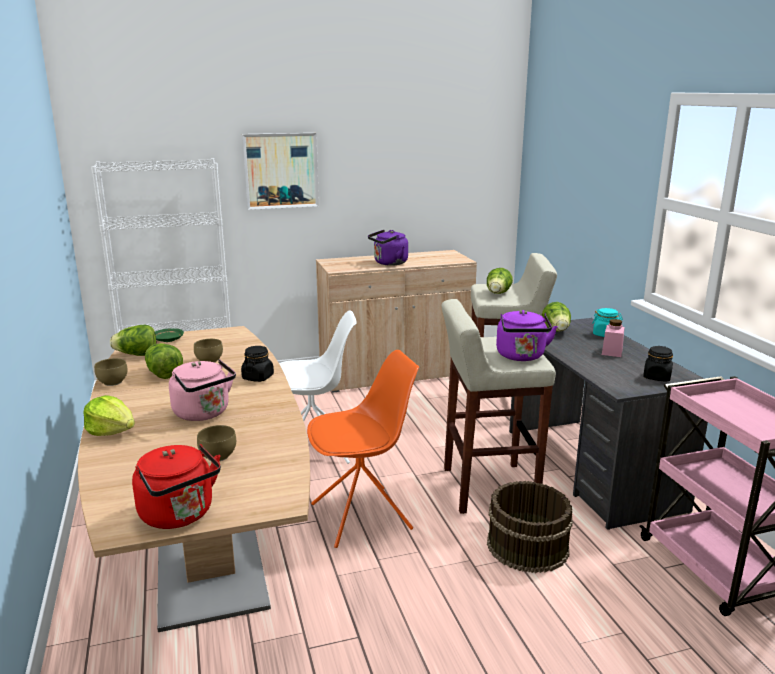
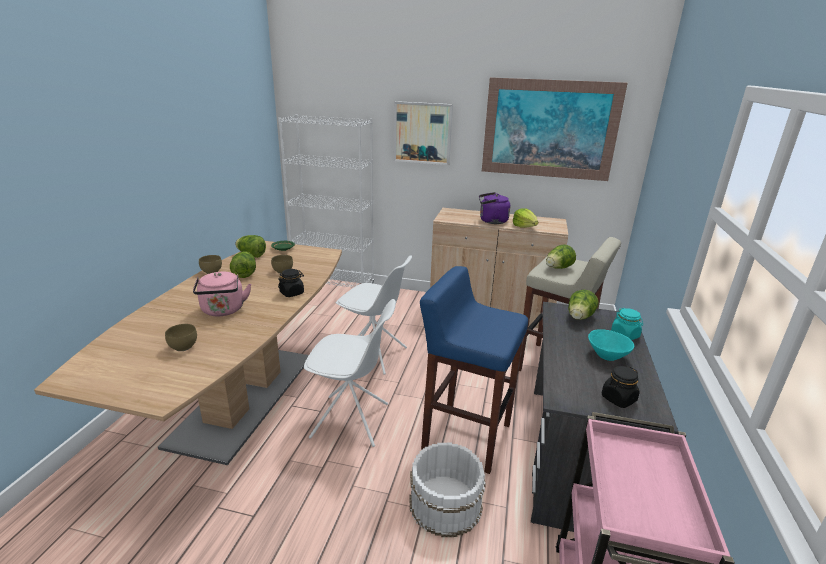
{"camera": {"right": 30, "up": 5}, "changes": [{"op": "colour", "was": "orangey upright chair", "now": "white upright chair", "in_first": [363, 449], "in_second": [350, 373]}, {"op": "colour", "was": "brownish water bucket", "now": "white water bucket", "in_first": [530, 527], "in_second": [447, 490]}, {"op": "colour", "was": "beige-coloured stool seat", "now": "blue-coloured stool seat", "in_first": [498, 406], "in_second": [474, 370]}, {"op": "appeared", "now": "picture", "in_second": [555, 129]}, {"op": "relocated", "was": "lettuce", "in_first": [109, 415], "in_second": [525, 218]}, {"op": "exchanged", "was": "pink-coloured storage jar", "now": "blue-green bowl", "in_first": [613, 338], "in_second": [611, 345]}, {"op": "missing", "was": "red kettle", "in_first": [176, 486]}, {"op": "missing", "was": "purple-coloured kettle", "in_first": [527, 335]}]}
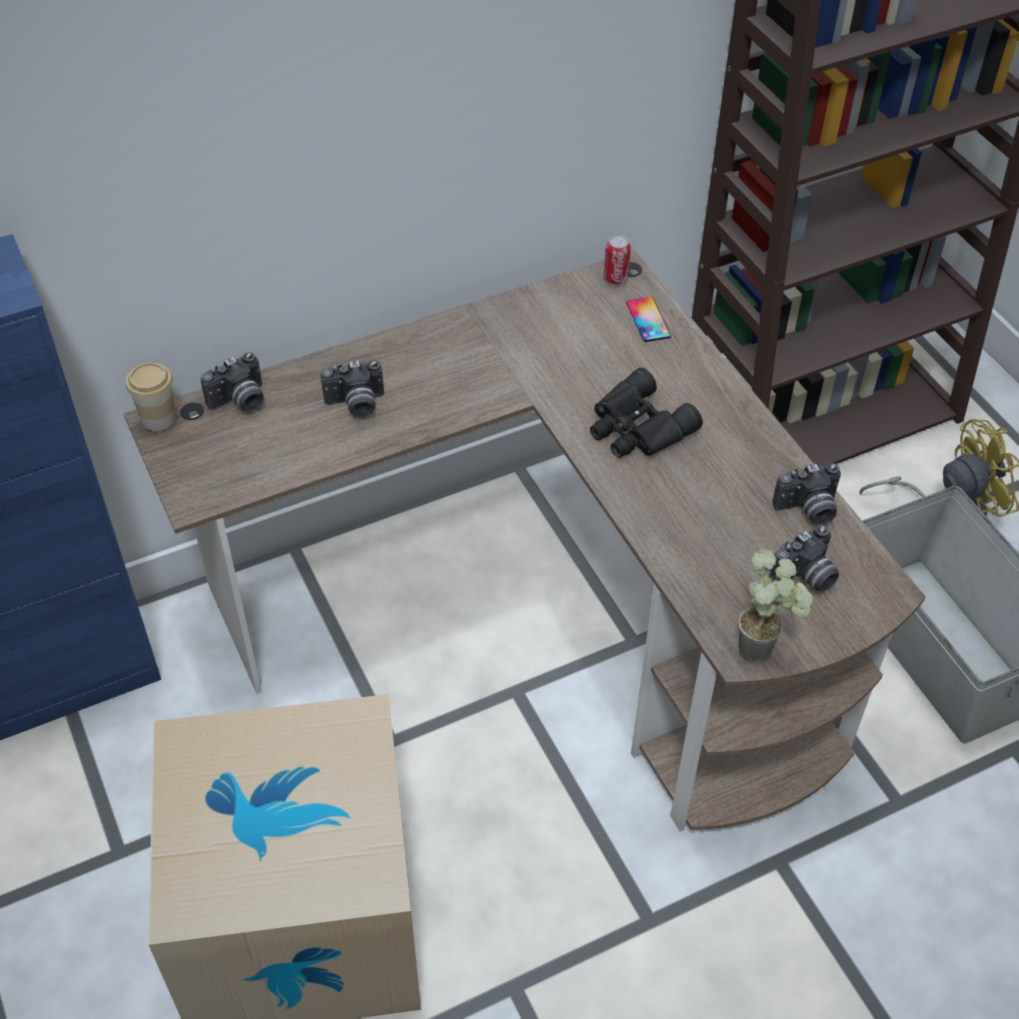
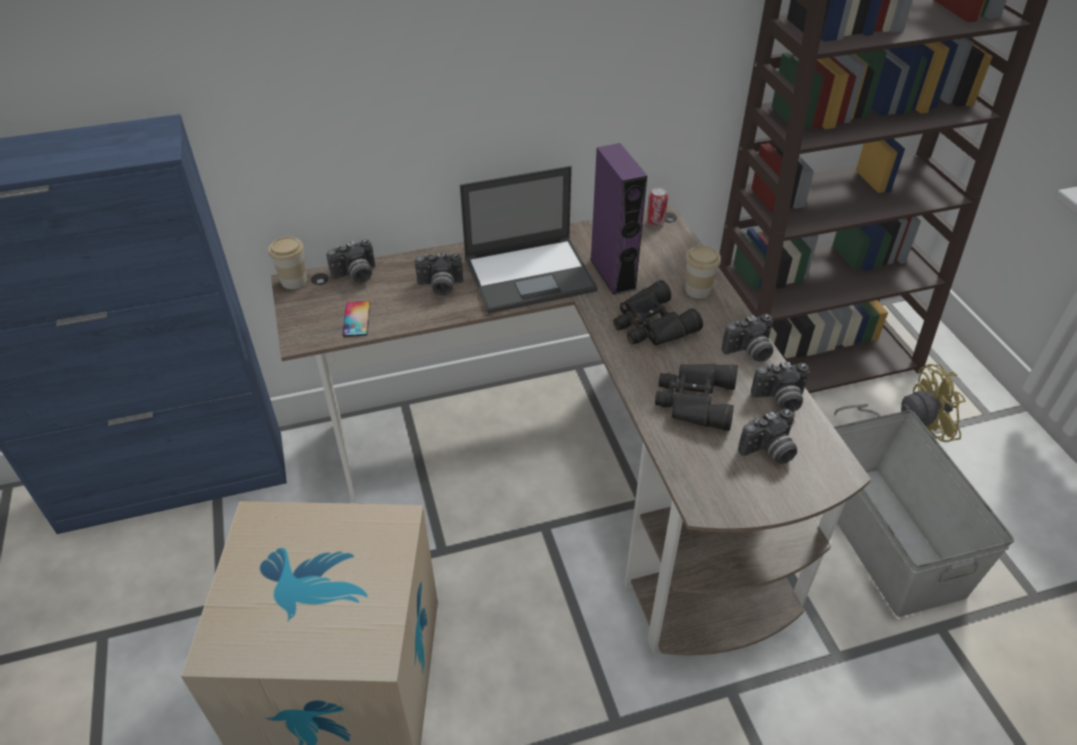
{"camera": {"right": 10, "up": -5}, "changes": [{"op": "relocated", "was": "phone", "in_first": [648, 319], "in_second": [356, 319]}, {"op": "appeared", "now": "portable computer", "in_second": [529, 240]}, {"op": "appeared", "now": "purple-coloured speaker", "in_second": [618, 219]}, {"op": "appeared", "now": "black-coloured binoculars", "in_second": [696, 397]}, {"op": "appeared", "now": "small cup", "in_second": [703, 272]}, {"op": "appeared", "now": "still camera", "in_second": [747, 338]}, {"op": "missing", "was": "potted plant", "in_first": [776, 606]}]}
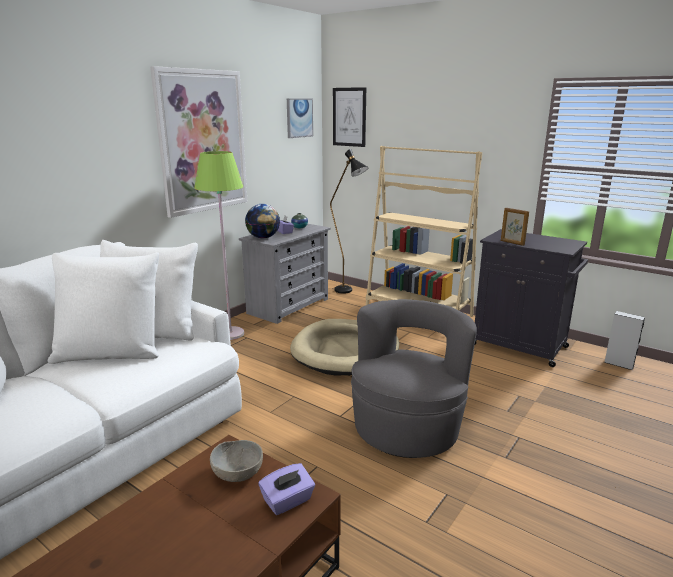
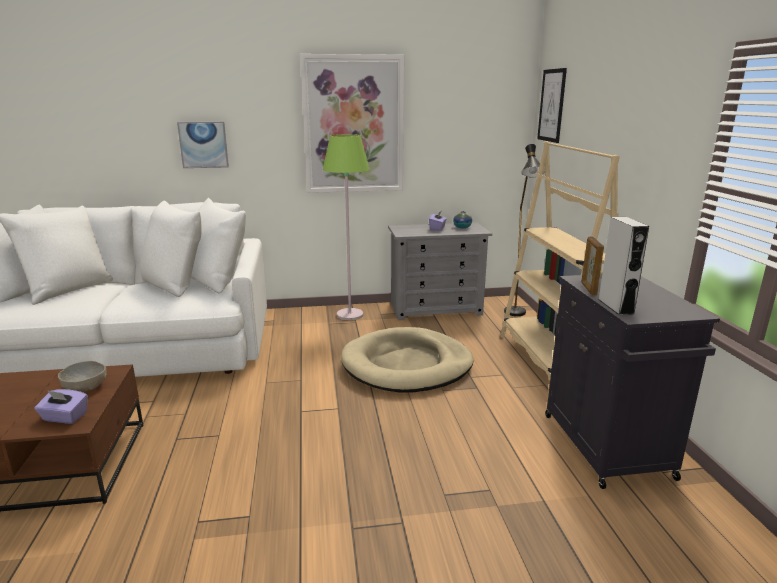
{"camera": {"right": 45, "up": 0}, "changes": [{"op": "relocated", "was": "picture", "in_first": [300, 118], "in_second": [203, 145]}, {"op": "relocated", "was": "gray speaker", "in_first": [624, 340], "in_second": [623, 266]}, {"op": "missing", "was": "globe", "in_first": [262, 221]}, {"op": "missing", "was": "gray lounge chair", "in_first": [414, 378]}]}
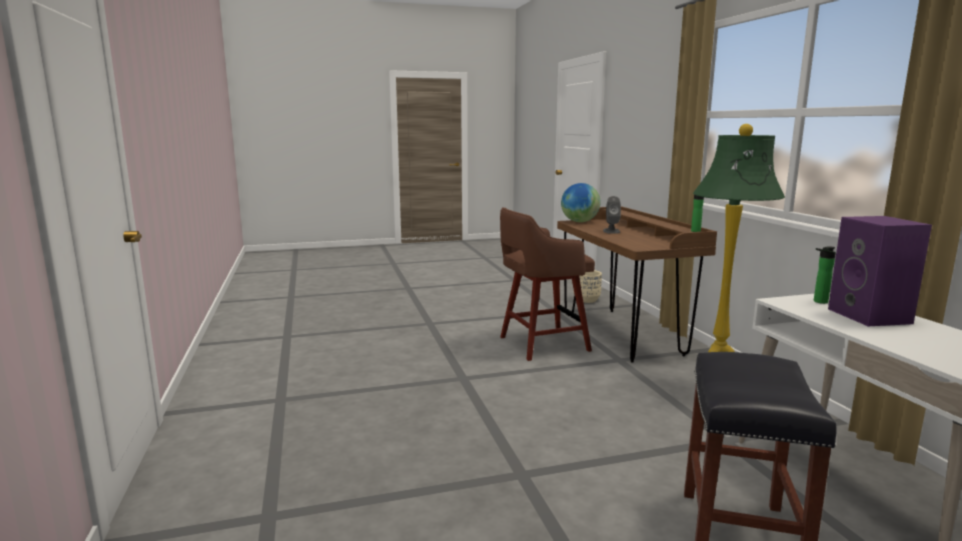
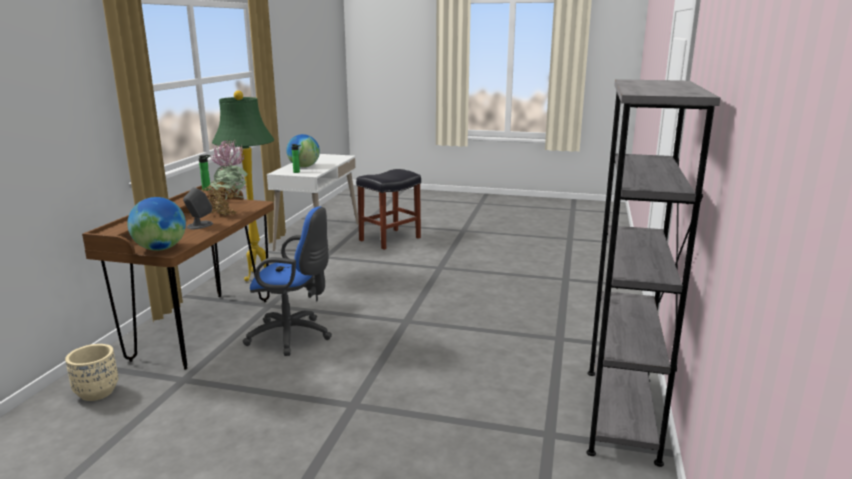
{"camera": {"right": -150, "up": 5}, "changes": [{"op": "appeared", "now": "potted plant", "in_second": [225, 178]}, {"op": "exchanged", "was": "brownish stool seat", "now": "blue-coloured desk chair", "in_first": [547, 284], "in_second": [287, 281]}, {"op": "exchanged", "was": "purple-coloured speaker", "now": "globe", "in_first": [880, 271], "in_second": [303, 150]}, {"op": "appeared", "now": "gray bookshelf", "in_second": [654, 273]}]}
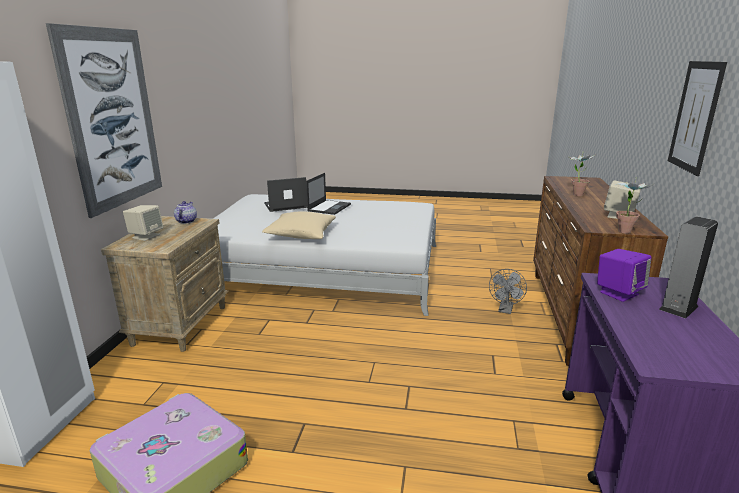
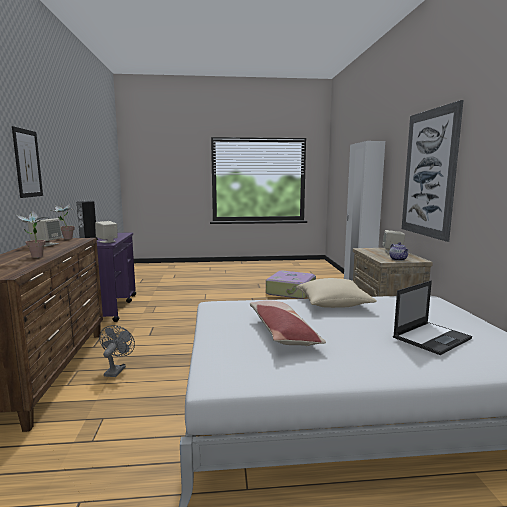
{"camera": {"right": 165, "up": -10}, "changes": [{"op": "colour", "was": "purple-coloured speaker", "now": "beige-coloured speaker", "in_first": [624, 275], "in_second": [106, 232]}, {"op": "appeared", "now": "throw pillow", "in_second": [288, 323]}, {"op": "missing", "was": "portable computer", "in_first": [328, 194]}]}
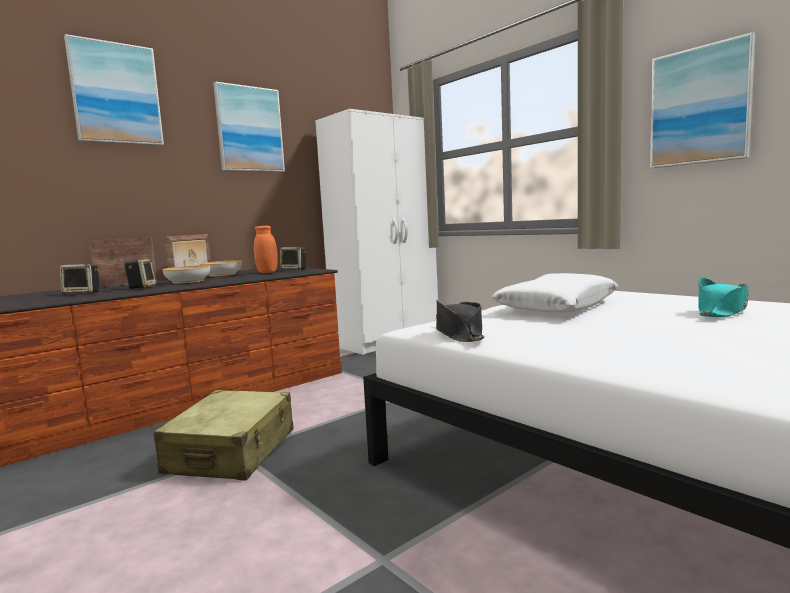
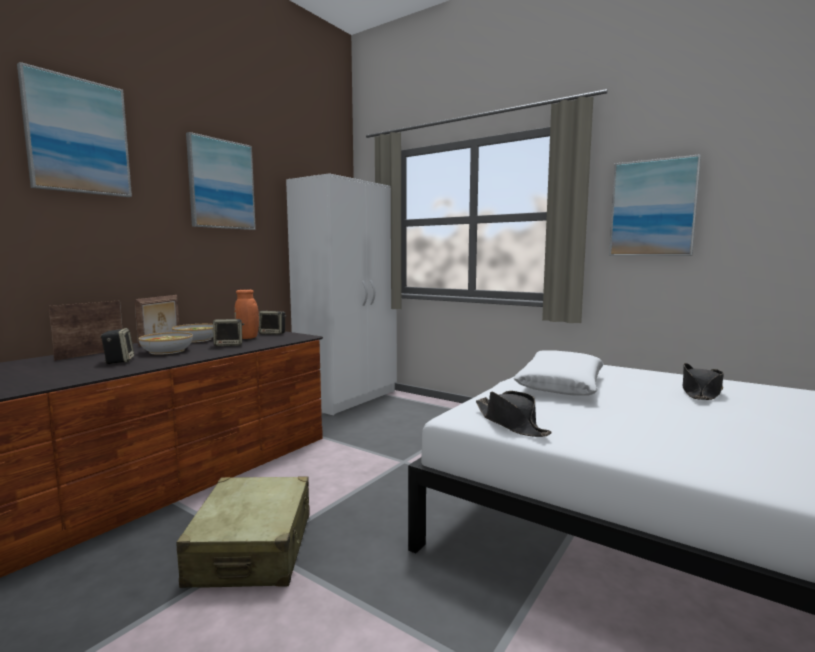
{"camera": {"right": -15, "up": 0}, "changes": [{"op": "relocated", "was": "speaker", "in_first": [79, 279], "in_second": [228, 332]}, {"op": "colour", "was": "blue-green hat", "now": "black-coloured hat", "in_first": [723, 297], "in_second": [703, 381]}]}
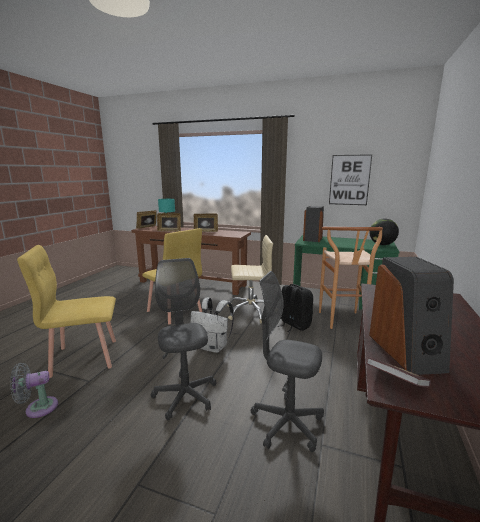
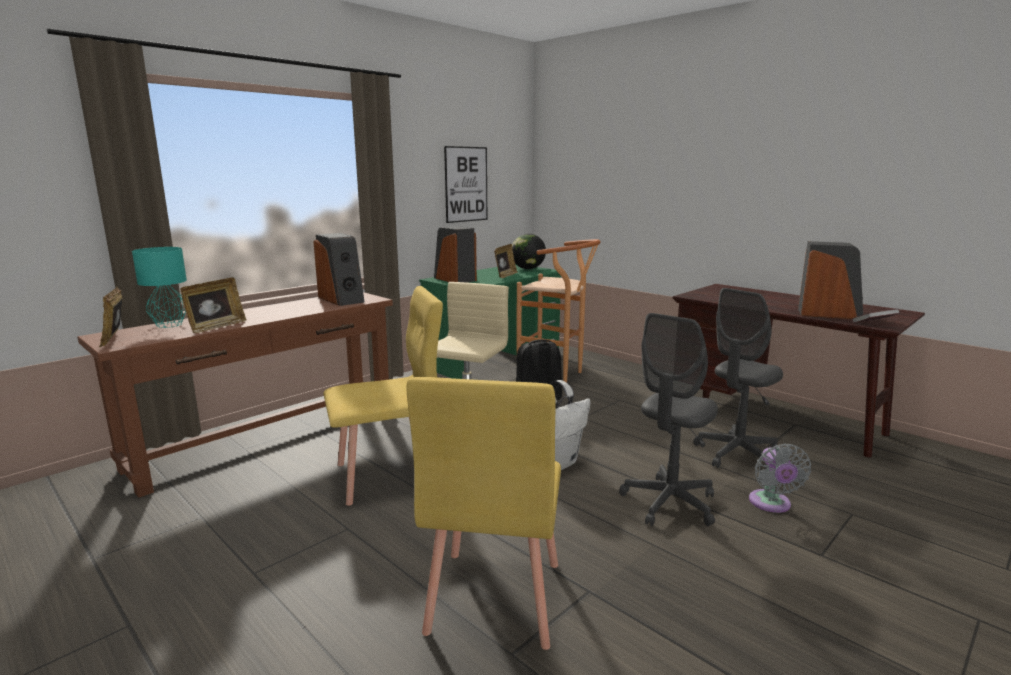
{"camera": {"right": -65, "up": 0}, "changes": [{"op": "appeared", "now": "speaker", "in_second": [339, 269]}, {"op": "relocated", "was": "standing frame", "in_first": [206, 223], "in_second": [506, 261]}, {"op": "spun", "was": "gray desk chair", "in_first": [184, 339], "in_second": [668, 419], "clockwise": -60}, {"op": "relocated", "was": "gray fan", "in_first": [34, 390], "in_second": [780, 478]}]}
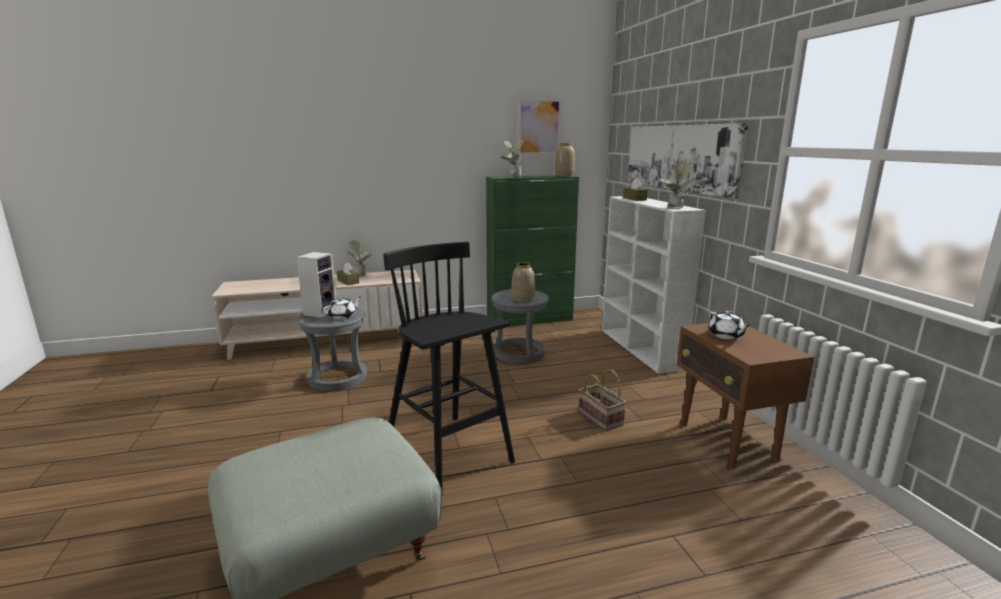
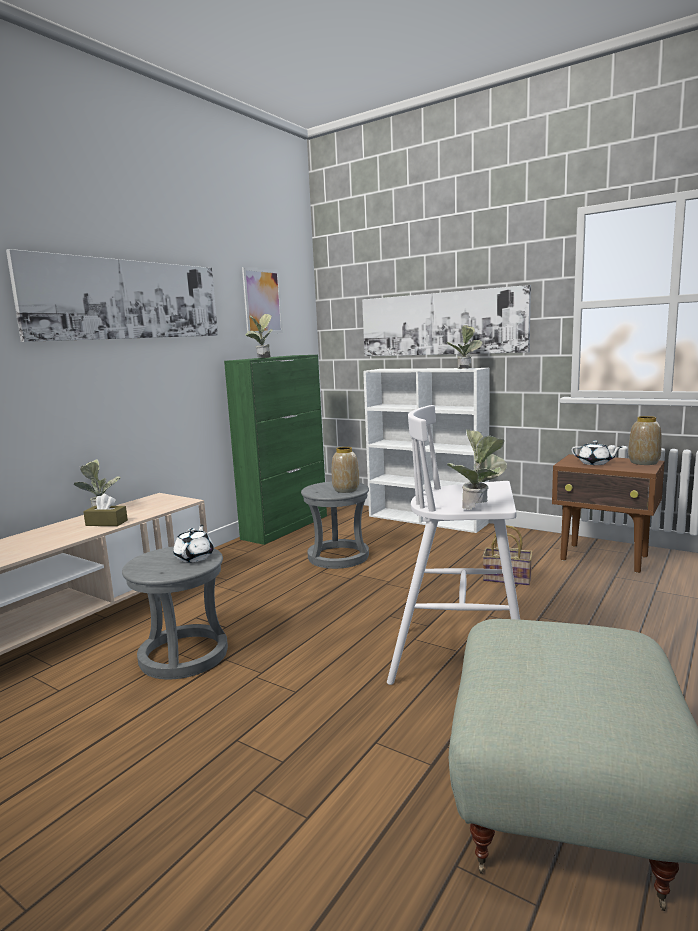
{"camera": {"right": -40, "up": -5}, "changes": [{"op": "appeared", "now": "picture", "in_second": [112, 295]}, {"op": "colour", "was": "black-coloured stool seat", "now": "white stool seat", "in_first": [449, 369], "in_second": [453, 545]}, {"op": "appeared", "now": "potted plant", "in_second": [477, 469]}, {"op": "relocated", "was": "vase", "in_first": [565, 160], "in_second": [645, 440]}, {"op": "missing", "was": "speaker", "in_first": [316, 285]}, {"op": "missing", "was": "brownish tissue box", "in_first": [635, 189]}]}
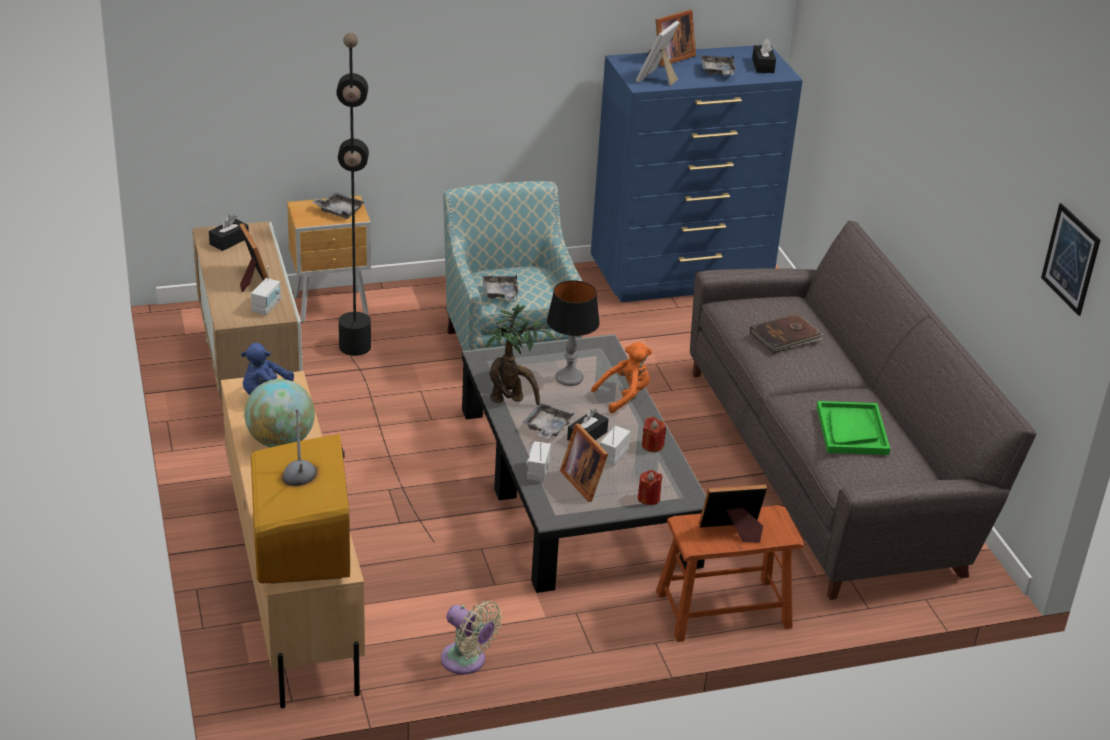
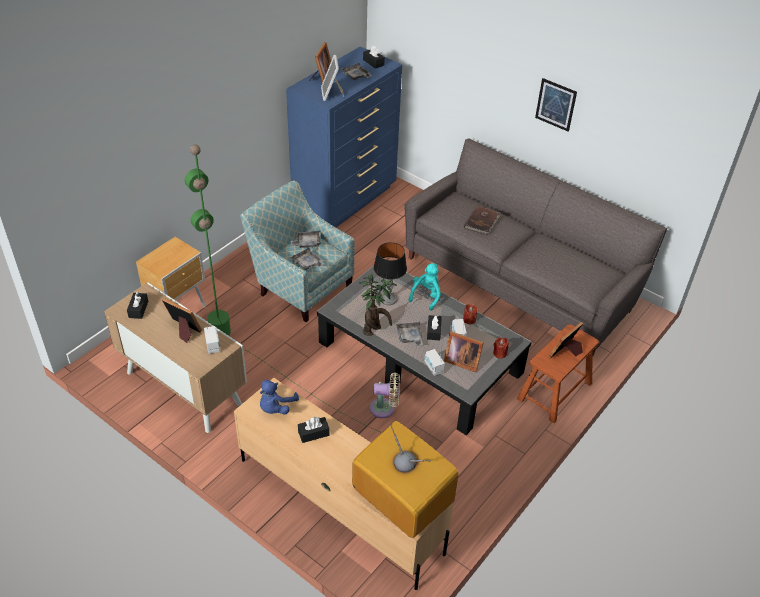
{"camera": {"right": -35, "up": 10}, "changes": [{"op": "colour", "was": "black-coloured standard lamp", "now": "greenish standard lamp", "in_first": [385, 287], "in_second": [283, 288]}, {"op": "relocated", "was": "gray carrying tray", "in_first": [338, 205], "in_second": [306, 239]}, {"op": "exchanged", "was": "globe", "now": "black-coloured tissue box", "in_first": [279, 413], "in_second": [314, 429]}, {"op": "relocated", "was": "beige-coloured fan", "in_first": [471, 637], "in_second": [385, 395]}, {"op": "colour", "was": "orangey soft toy", "now": "blue-green soft toy", "in_first": [621, 377], "in_second": [425, 286]}, {"op": "relocated", "was": "picture", "in_first": [1070, 259], "in_second": [556, 105]}, {"op": "missing", "was": "greenish carrying tray", "in_first": [853, 428]}]}
